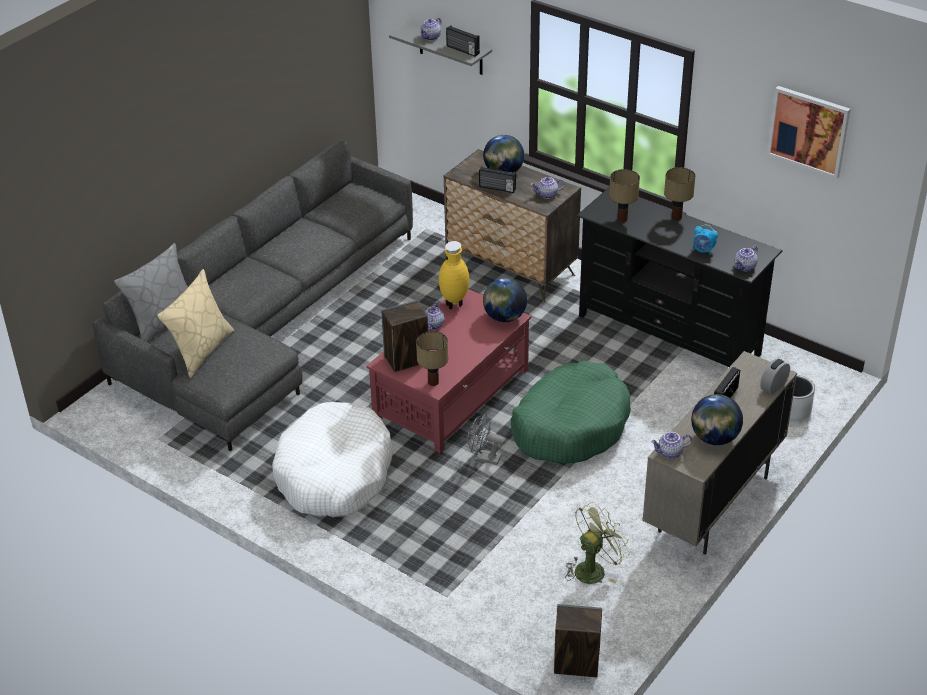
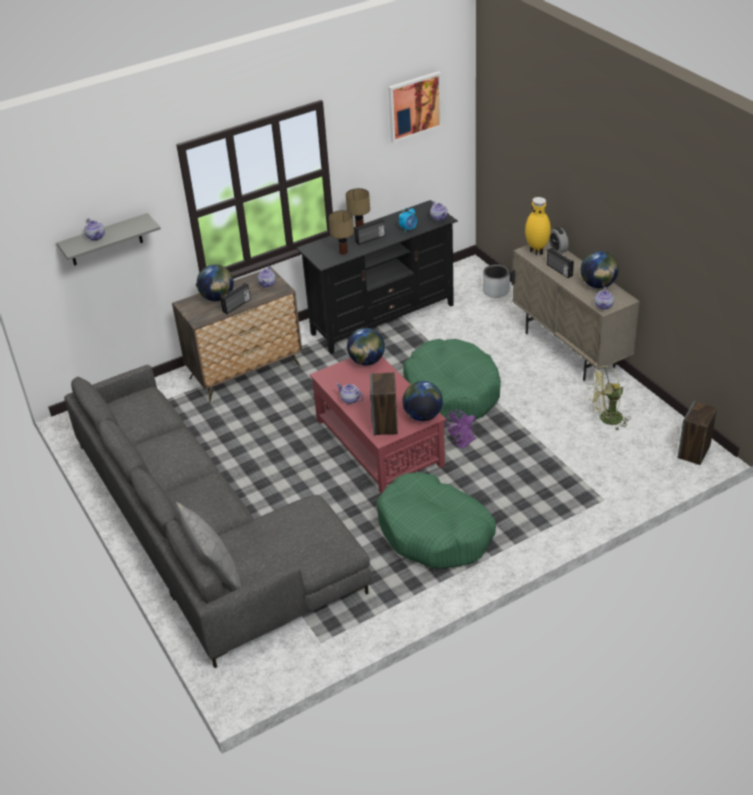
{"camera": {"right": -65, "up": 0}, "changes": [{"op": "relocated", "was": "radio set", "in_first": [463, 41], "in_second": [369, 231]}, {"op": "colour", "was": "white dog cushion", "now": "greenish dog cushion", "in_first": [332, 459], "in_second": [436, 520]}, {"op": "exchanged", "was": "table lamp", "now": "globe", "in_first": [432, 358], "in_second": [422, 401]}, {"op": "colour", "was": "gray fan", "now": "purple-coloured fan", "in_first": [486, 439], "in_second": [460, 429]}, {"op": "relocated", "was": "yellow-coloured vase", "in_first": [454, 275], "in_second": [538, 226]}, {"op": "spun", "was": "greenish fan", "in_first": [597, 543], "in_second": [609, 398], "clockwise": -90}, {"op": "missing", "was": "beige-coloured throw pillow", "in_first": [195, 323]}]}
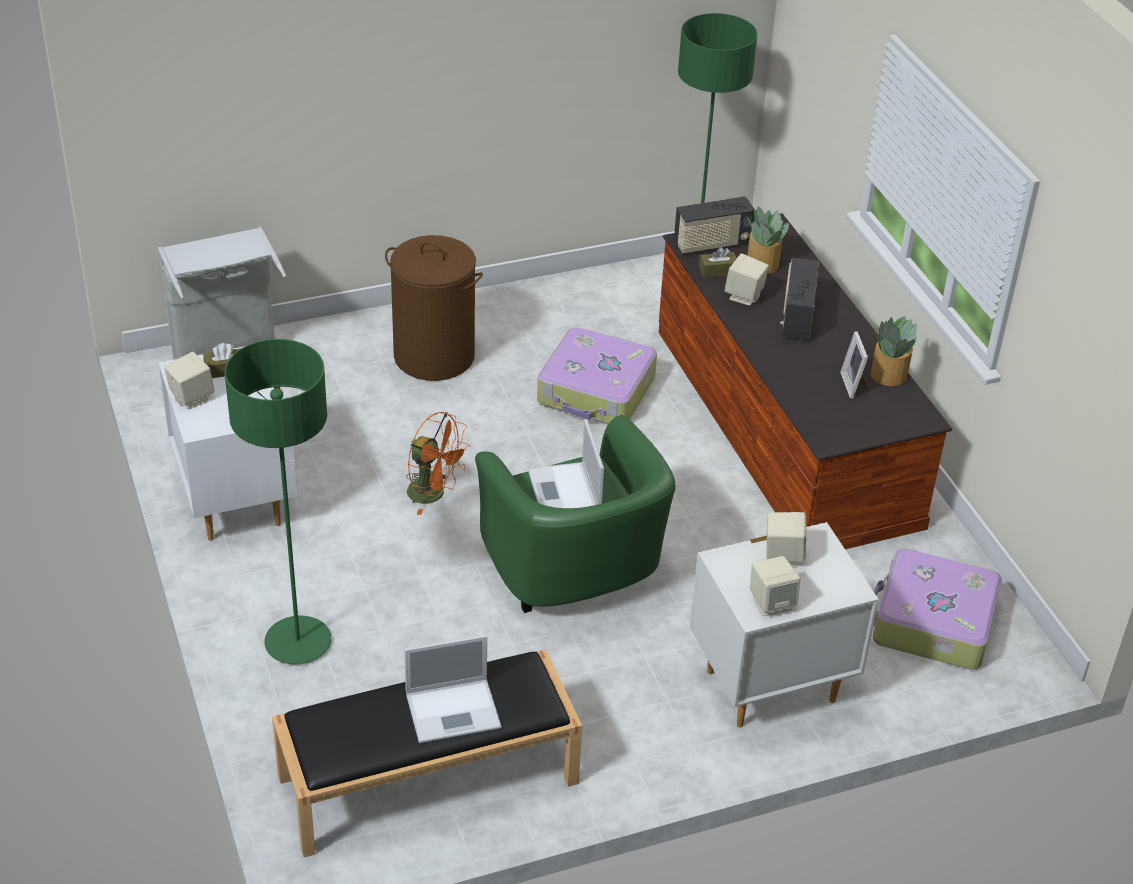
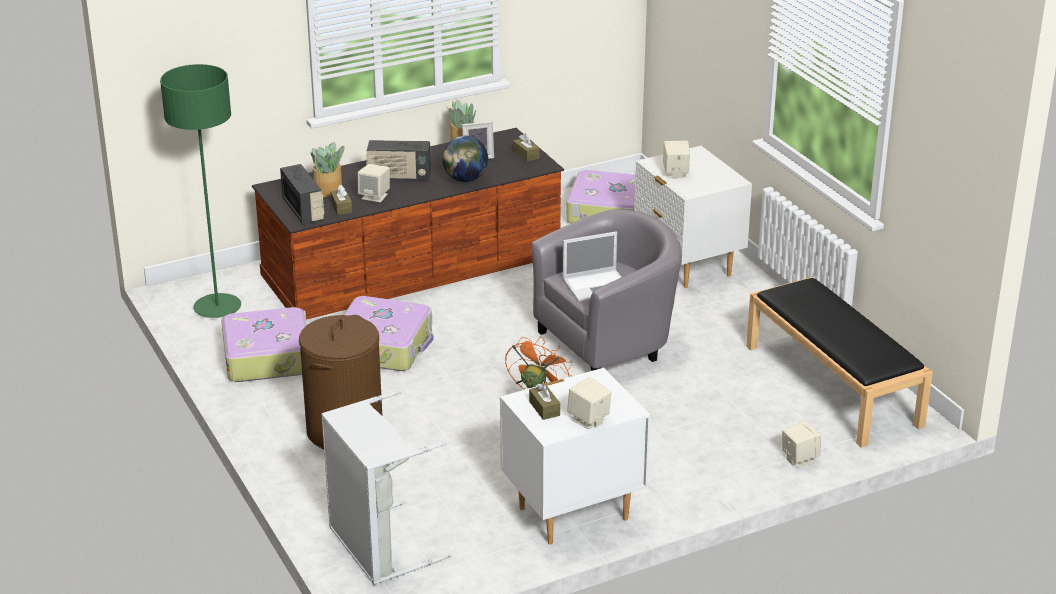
{"camera": {"right": -95, "up": -10}, "changes": [{"op": "appeared", "now": "suitcase", "in_second": [264, 344]}, {"op": "appeared", "now": "globe", "in_second": [465, 159]}, {"op": "appeared", "now": "brownish tissue box", "in_second": [526, 147]}, {"op": "colour", "was": "greenish lounge chair", "now": "gray lounge chair", "in_first": [575, 514], "in_second": [606, 290]}, {"op": "relocated", "was": "beige-coloured speaker", "in_first": [775, 586], "in_second": [801, 443]}, {"op": "missing", "was": "greenish standard lamp", "in_first": [278, 502]}, {"op": "missing", "was": "portable computer", "in_first": [453, 689]}]}
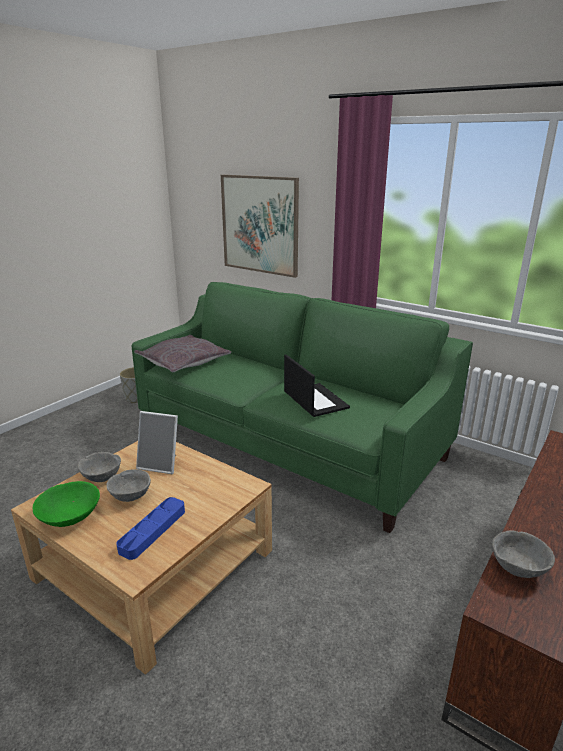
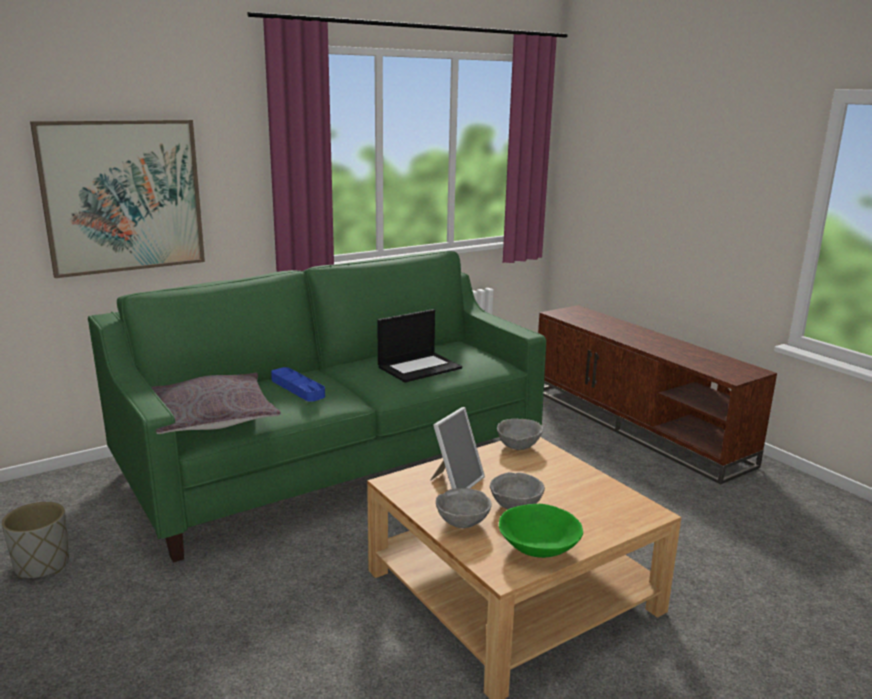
{"camera": {"right": -70, "up": -5}, "changes": [{"op": "relocated", "was": "blue-coloured carrying tray", "in_first": [150, 528], "in_second": [298, 384]}, {"op": "spun", "was": "portable computer", "in_first": [317, 386], "in_second": [419, 346], "clockwise": 150}, {"op": "relocated", "was": "gray bowl", "in_first": [523, 554], "in_second": [520, 434]}]}
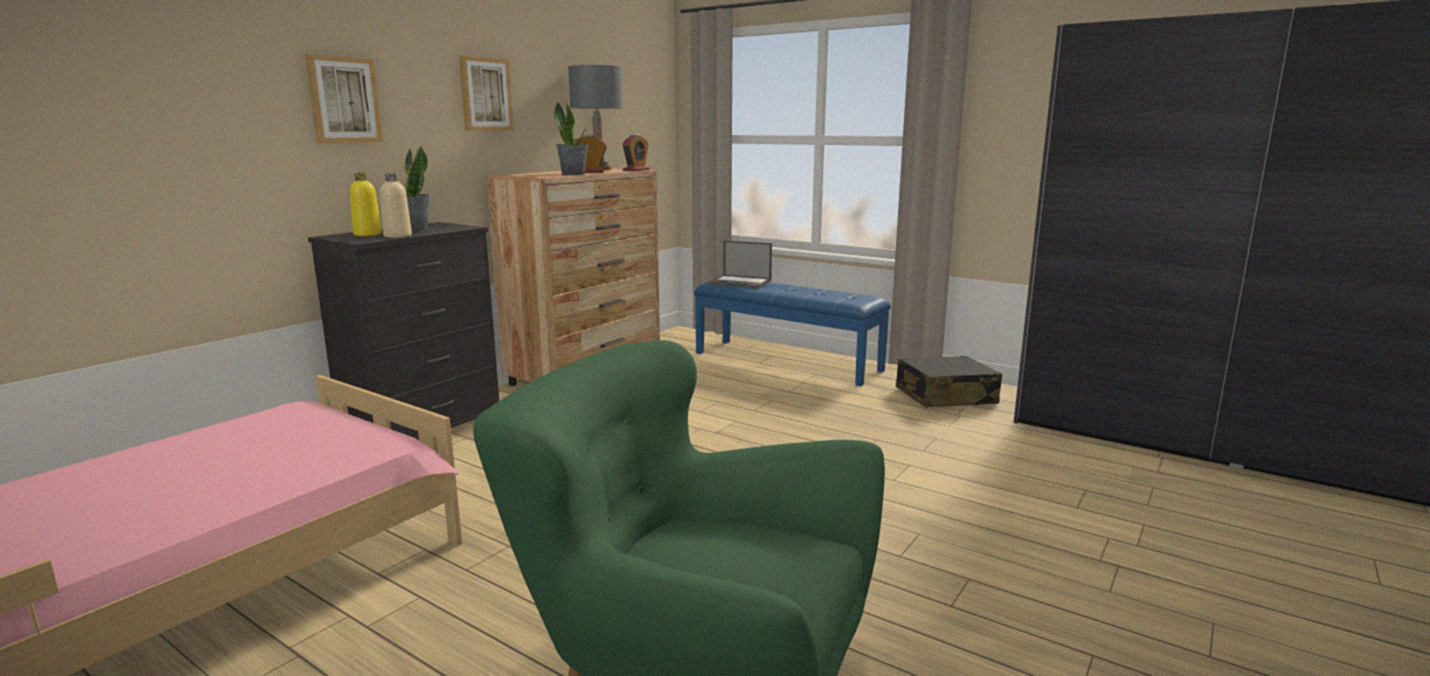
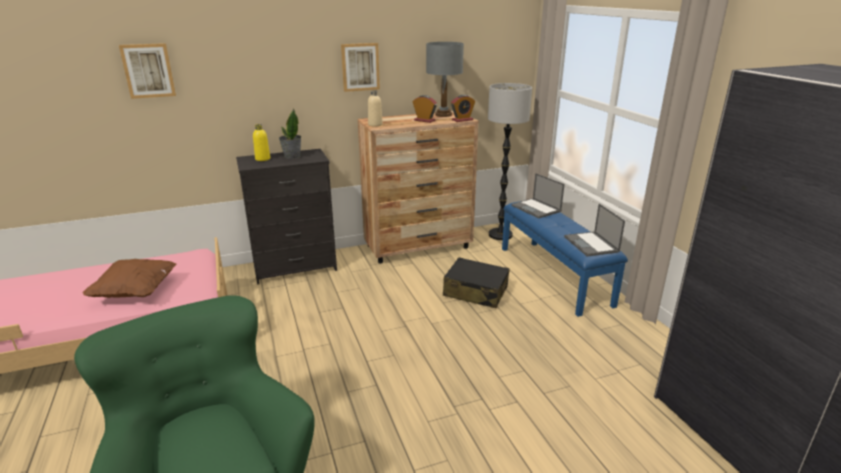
{"camera": {"right": 35, "up": 10}, "changes": [{"op": "appeared", "now": "brownish throw pillow", "in_second": [130, 278]}, {"op": "relocated", "was": "picture", "in_first": [344, 98], "in_second": [147, 71]}, {"op": "relocated", "was": "beige-coloured beverage bottle", "in_first": [396, 205], "in_second": [375, 108]}, {"op": "relocated", "was": "black-coloured suitcase", "in_first": [949, 381], "in_second": [476, 282]}, {"op": "appeared", "now": "standard lamp", "in_second": [510, 161]}, {"op": "appeared", "now": "portable computer", "in_second": [594, 230]}, {"op": "missing", "was": "potted plant", "in_first": [571, 138]}]}
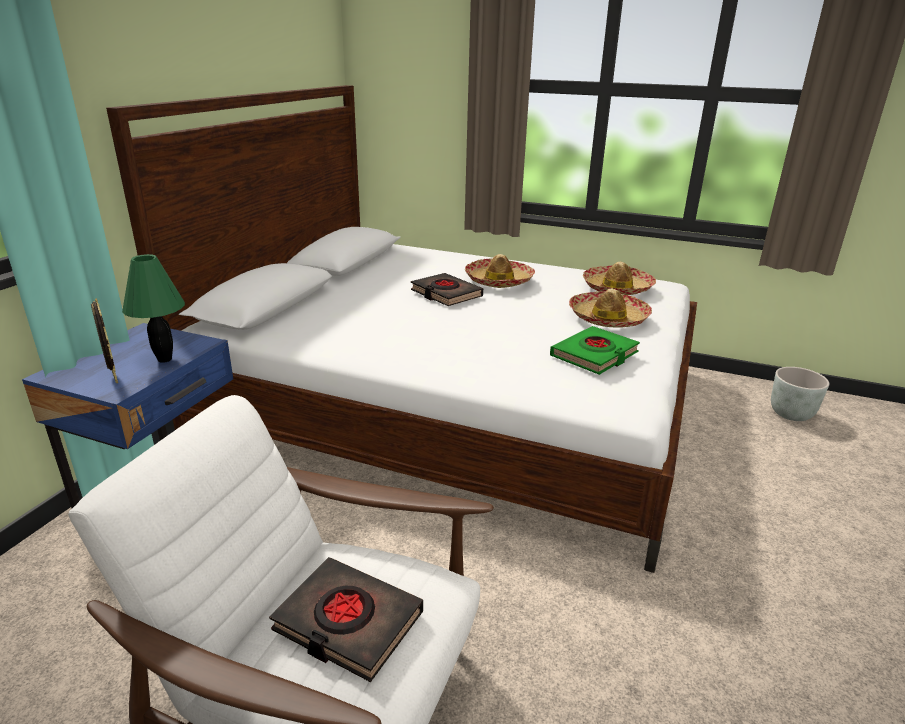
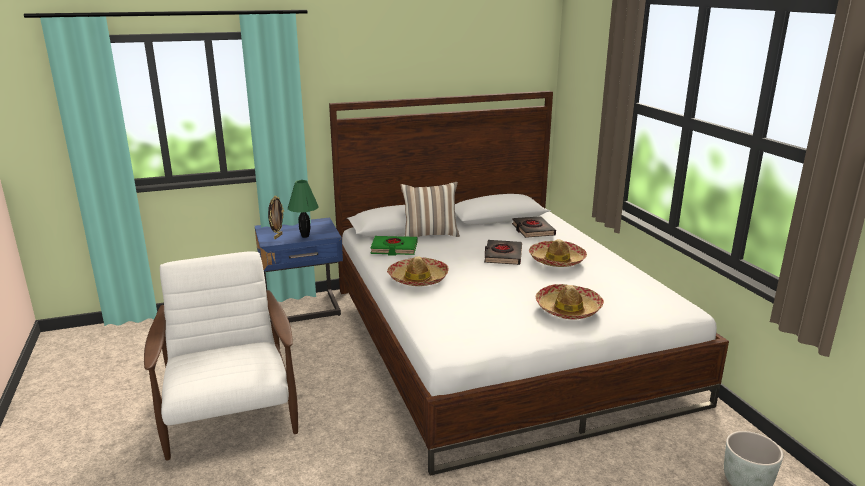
{"camera": {"right": 50, "up": -5}, "changes": [{"op": "relocated", "was": "greenish book", "in_first": [595, 350], "in_second": [393, 246]}, {"op": "relocated", "was": "hat", "in_first": [619, 278], "in_second": [418, 271]}, {"op": "appeared", "now": "throw pillow", "in_second": [430, 209]}, {"op": "relocated", "was": "black-coloured book", "in_first": [346, 619], "in_second": [534, 227]}]}
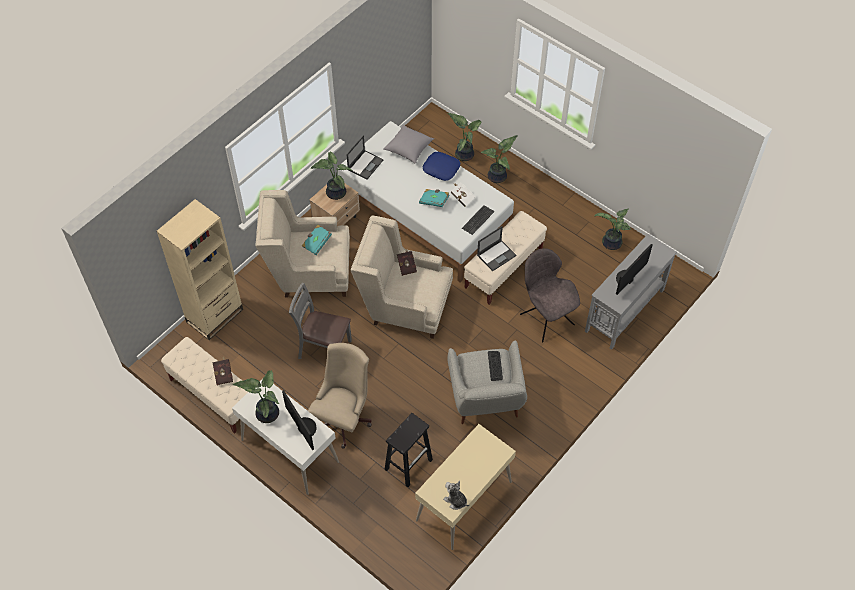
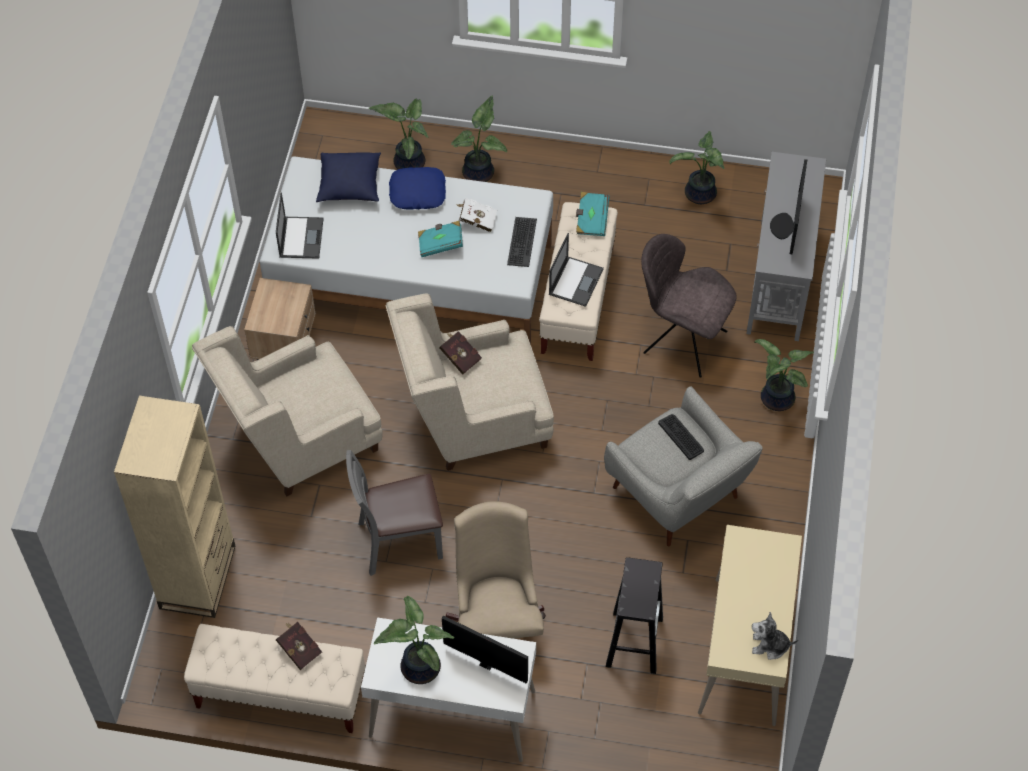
{"camera": {"right": -30, "up": 0}, "changes": [{"op": "colour", "was": "gray throw pillow", "now": "blue-coloured throw pillow", "in_first": [408, 144], "in_second": [348, 177]}, {"op": "relocated", "was": "blue-green book", "in_first": [317, 240], "in_second": [593, 214]}, {"op": "relocated", "was": "potted plant", "in_first": [331, 176], "in_second": [784, 375]}]}
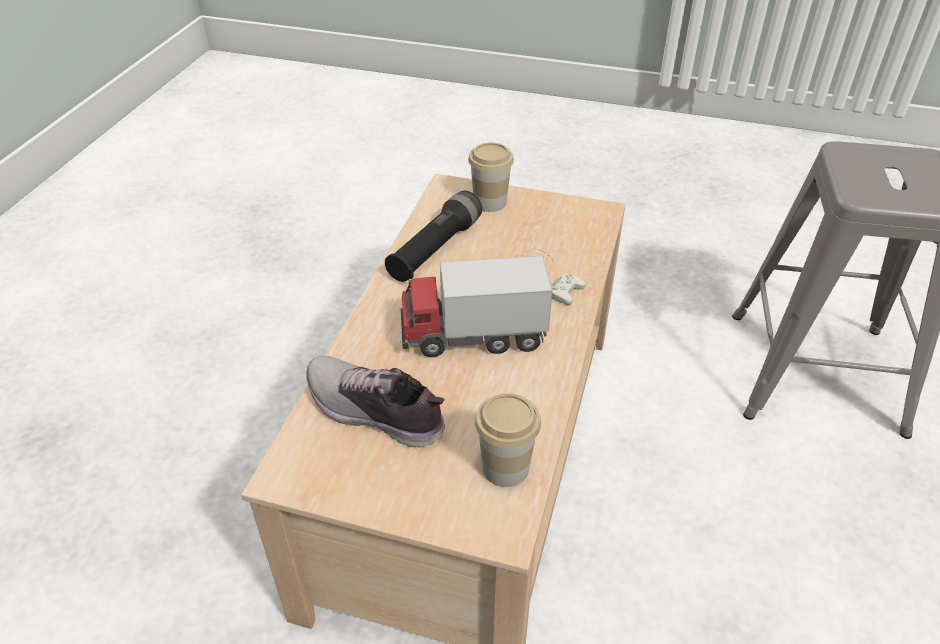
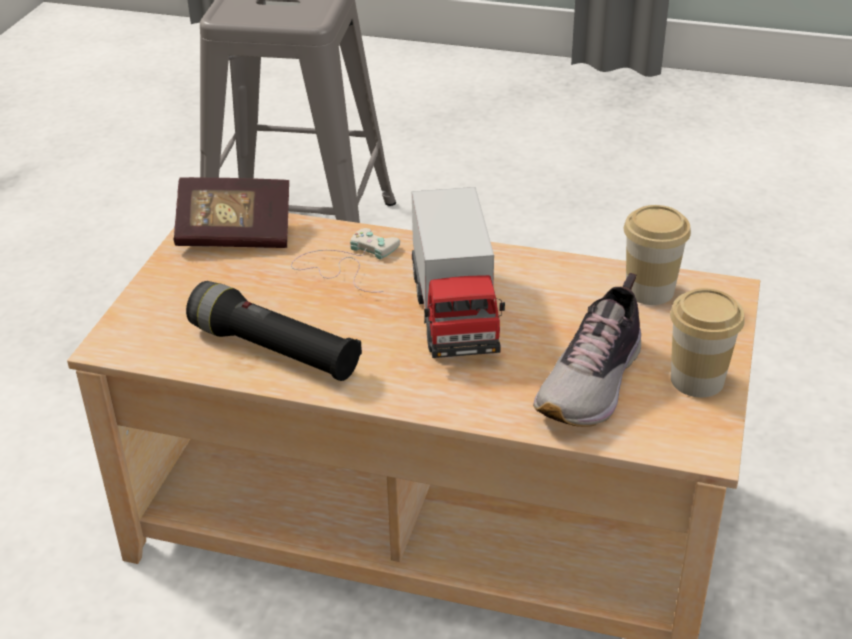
{"camera": {"right": -90, "up": -5}, "changes": [{"op": "appeared", "now": "book", "in_second": [231, 212]}, {"op": "relocated", "was": "small cup", "in_first": [491, 177], "in_second": [707, 342]}]}
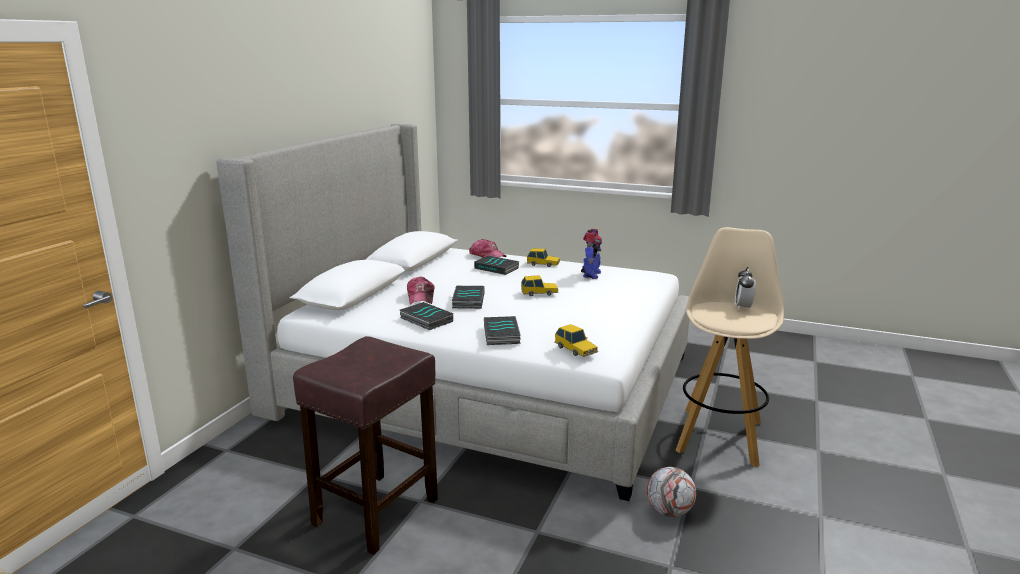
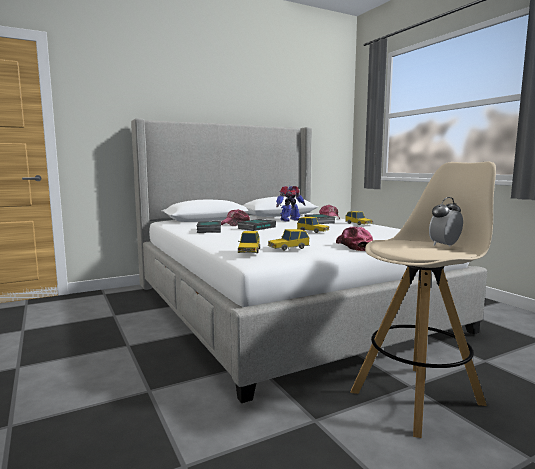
{"camera": {"right": 40, "up": -10}, "changes": [{"op": "appeared", "now": "model car", "in_second": [289, 240]}, {"op": "relocated", "was": "model robot", "in_first": [591, 254], "in_second": [290, 203]}, {"op": "appeared", "now": "peaked cap", "in_second": [354, 239]}, {"op": "missing", "was": "brownish stool seat", "in_first": [365, 445]}, {"op": "missing", "was": "book", "in_first": [502, 330]}, {"op": "missing", "was": "ball for football", "in_first": [671, 492]}]}
